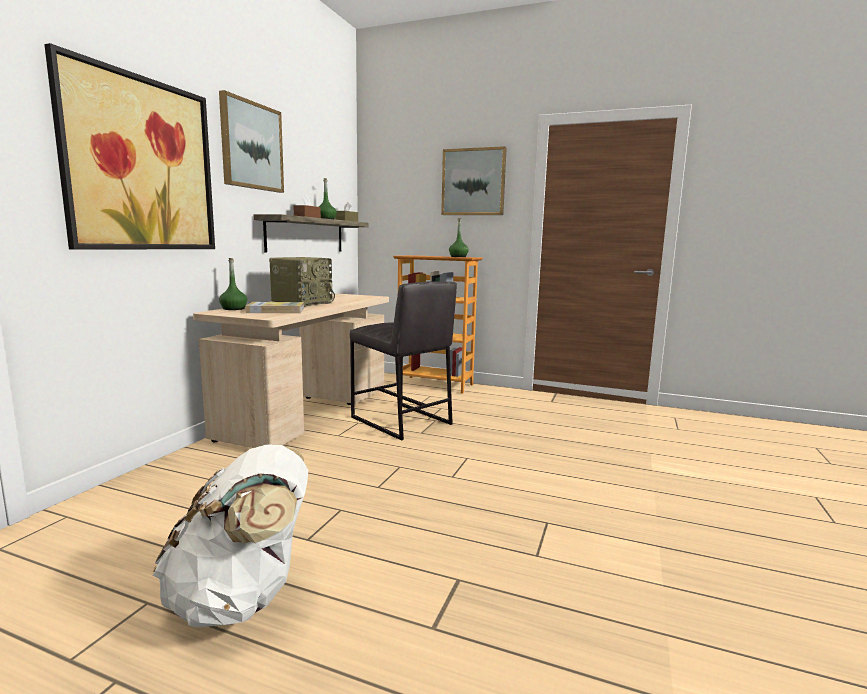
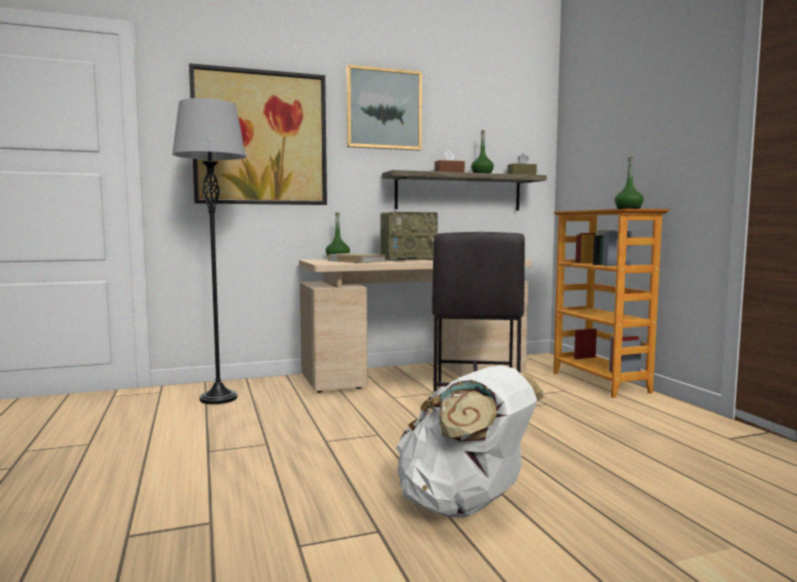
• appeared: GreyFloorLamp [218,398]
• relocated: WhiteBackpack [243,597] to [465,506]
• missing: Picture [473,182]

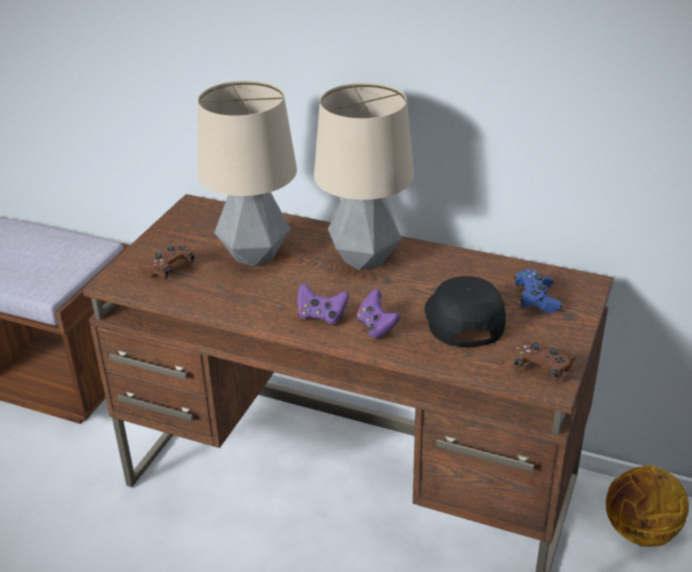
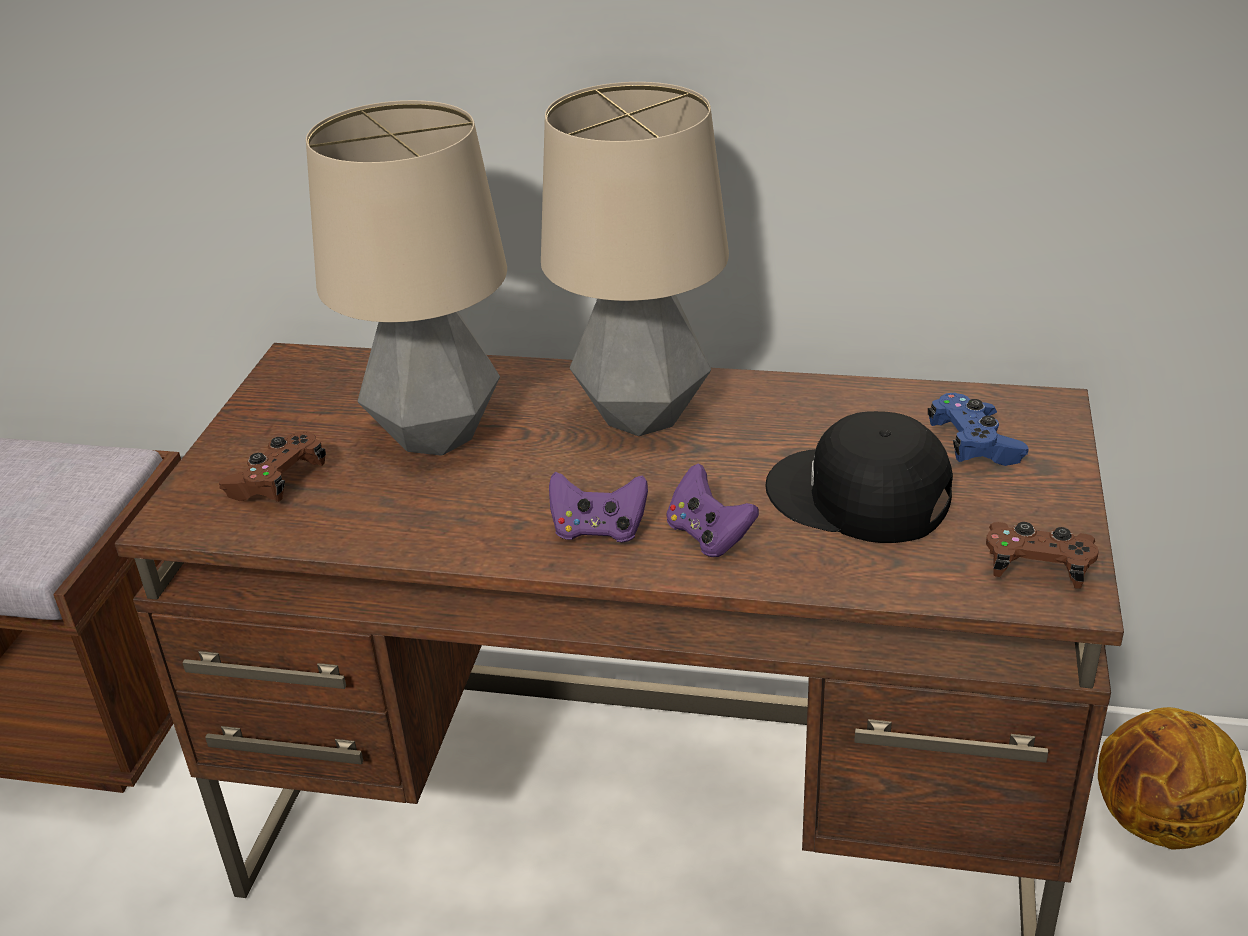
• spun: BlackCap [462,318] = [858,497] 45 degrees counterclockwise

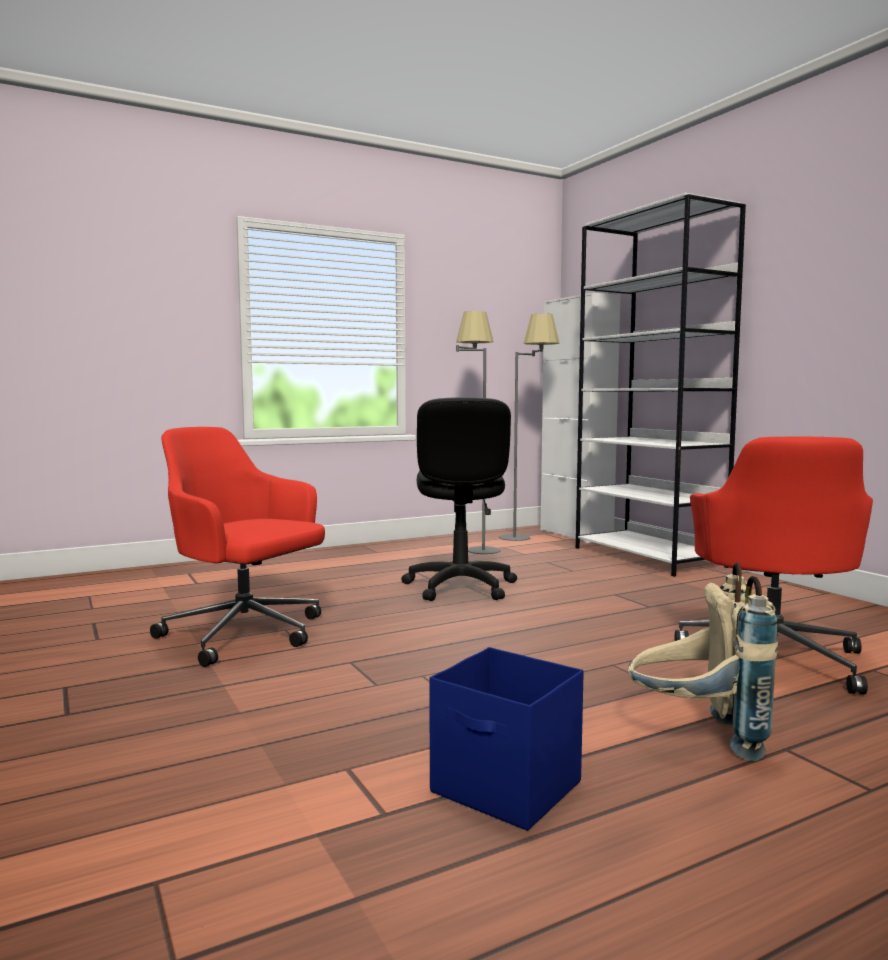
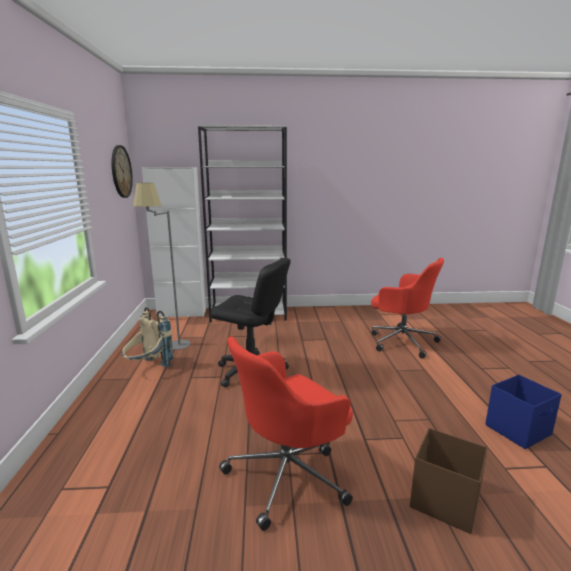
• appeared: WallClock [121,172]
• relocated: BeigeBackpack [696,737] to [148,368]
• appeared: BrownStorageBox [443,500]
• missing: GreyFloorLamp [528,539]

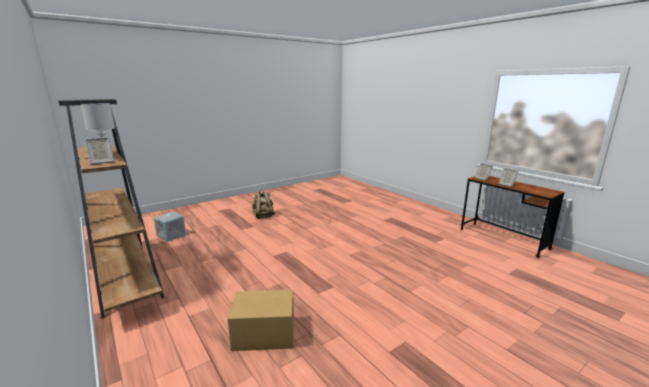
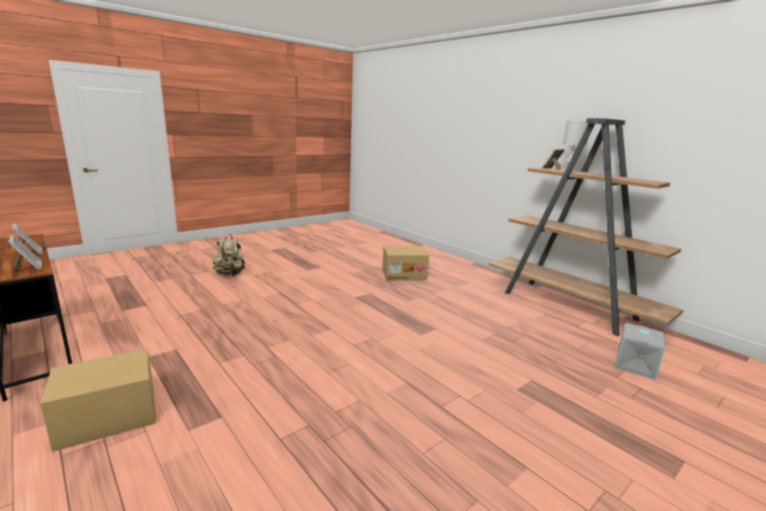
• appeared: CardboardBox [107,418]
• relocated: BeigeBackpack [263,216] to [230,274]

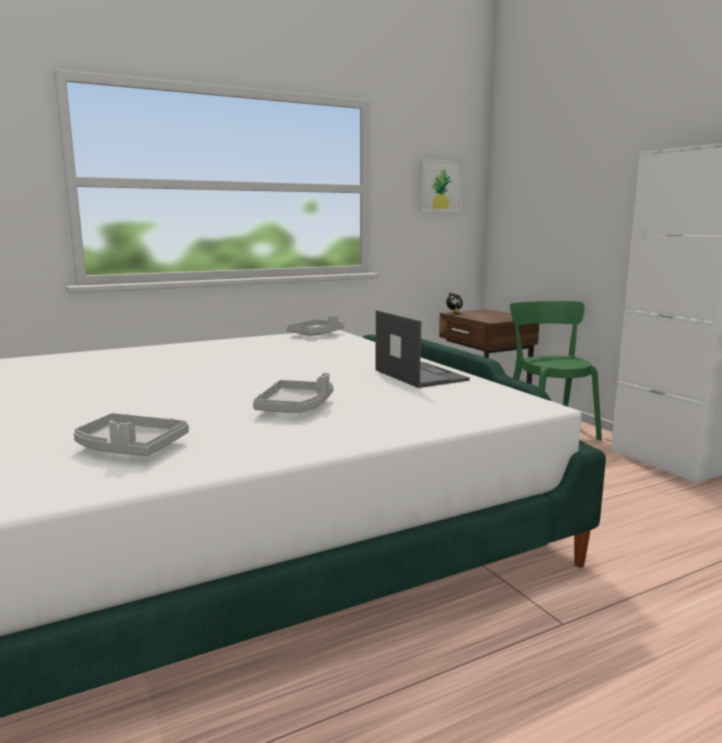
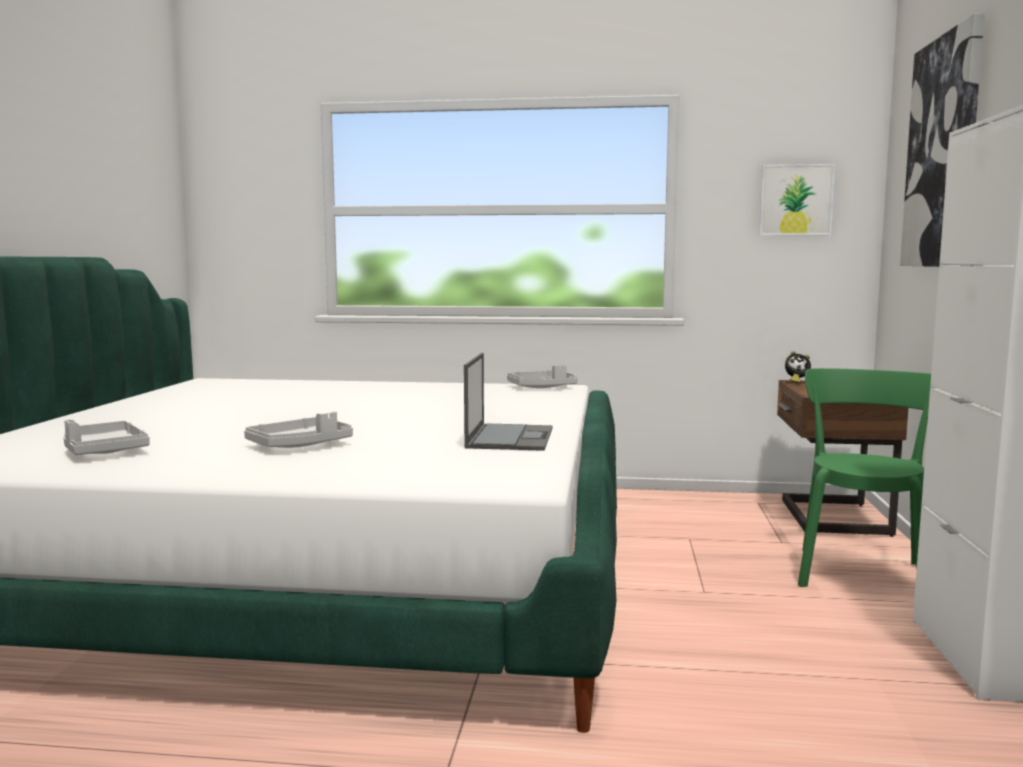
• appeared: Picture [943,153]

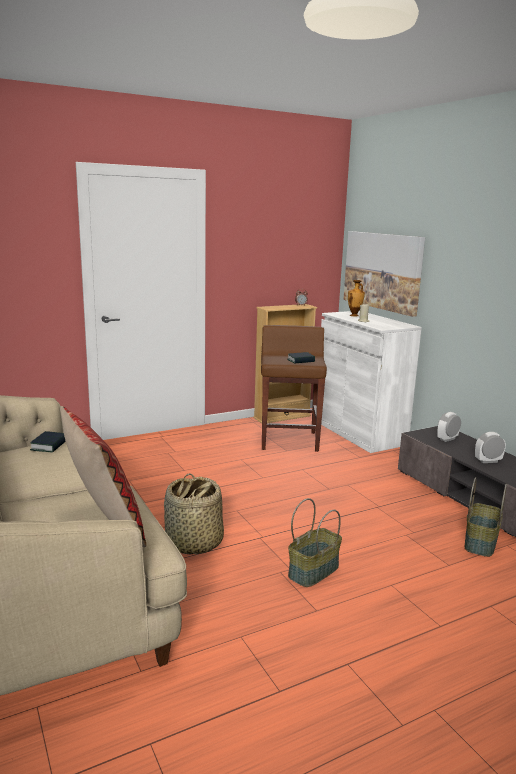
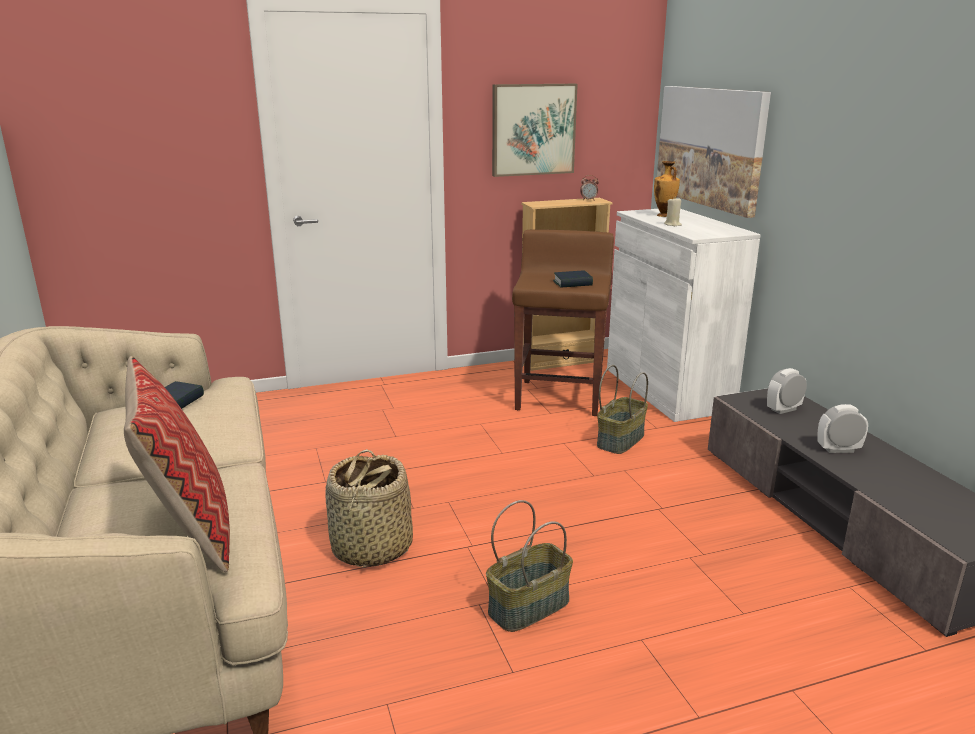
• appeared: Picture [533,129]
• relocated: Basket [479,542] to [620,440]

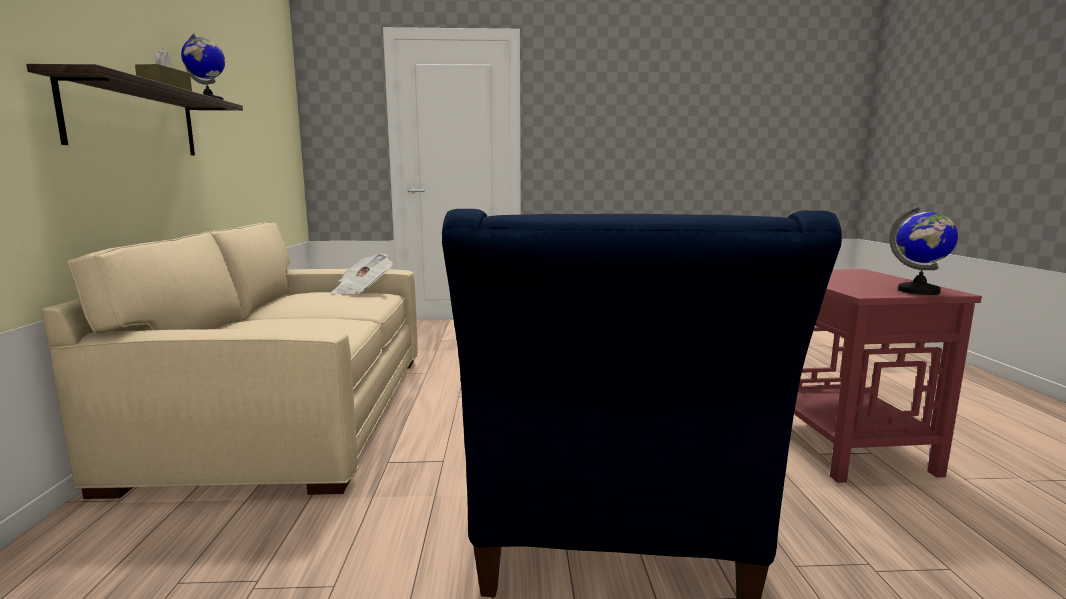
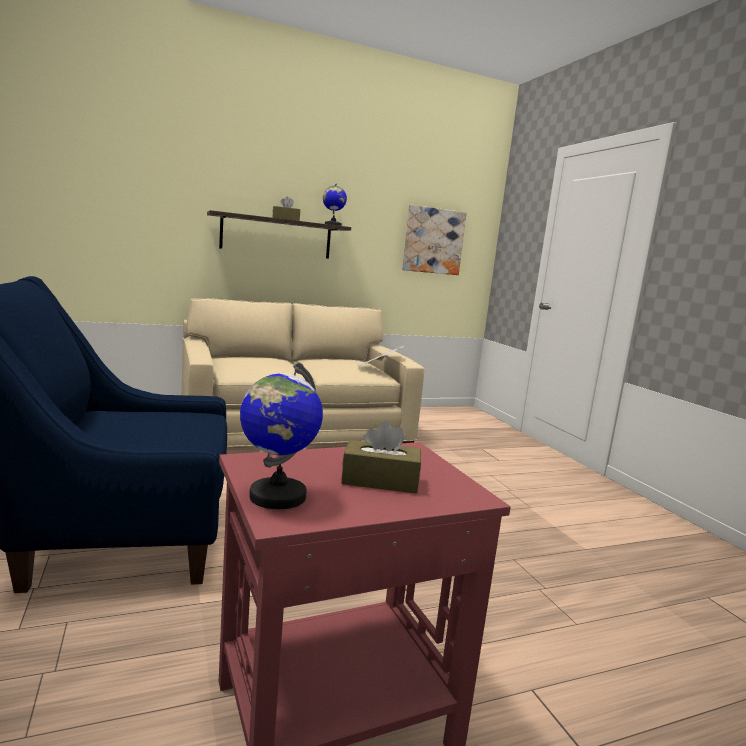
• appeared: BrownTissueBox [380,481]
• appeared: Picture [433,241]

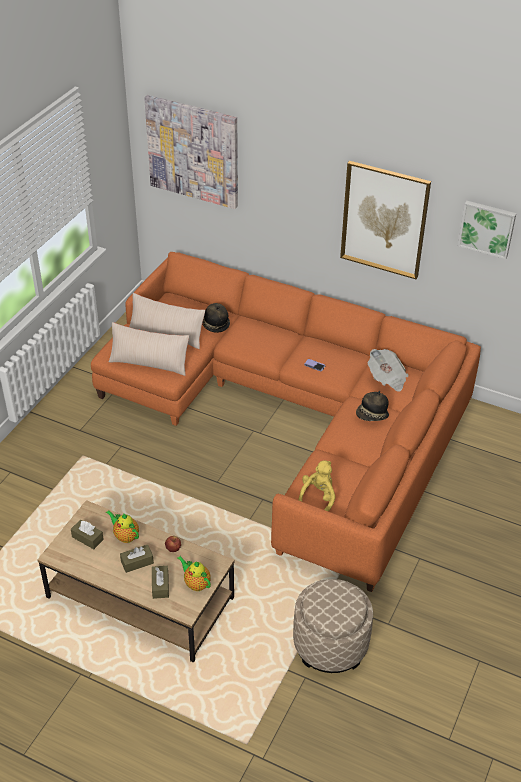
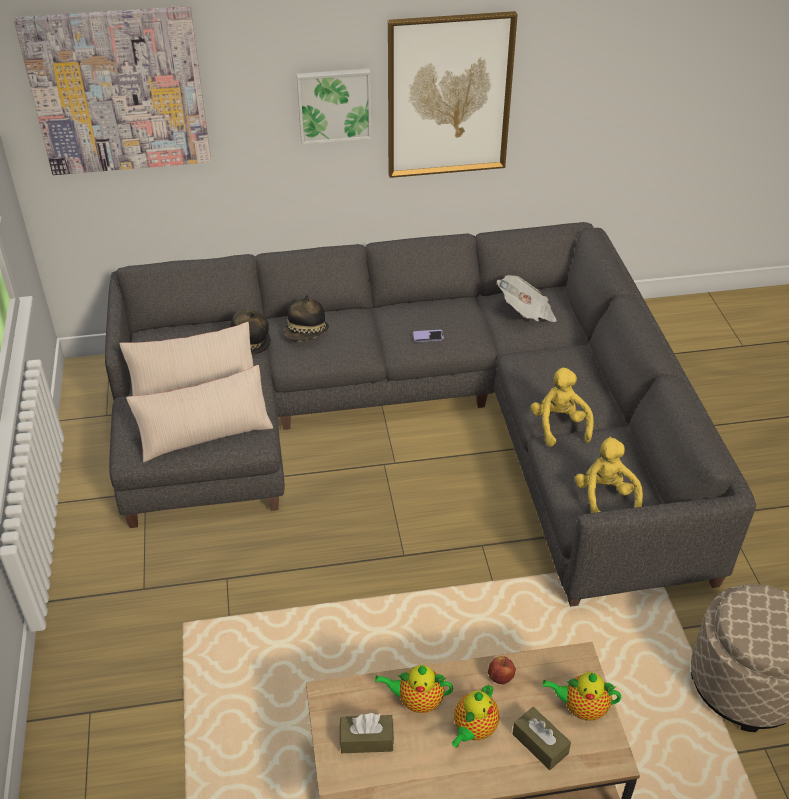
• colour: OrangeSofa [295,416] to GreySofa [417,420]
• relocated: Hat [372,416] to [306,334]
• relocated: Picture [487,228] to [334,105]
• exchanged: BrownTissueBox [137,562] to Teapot [473,730]
• appeared: YellowPlushToy [559,425]

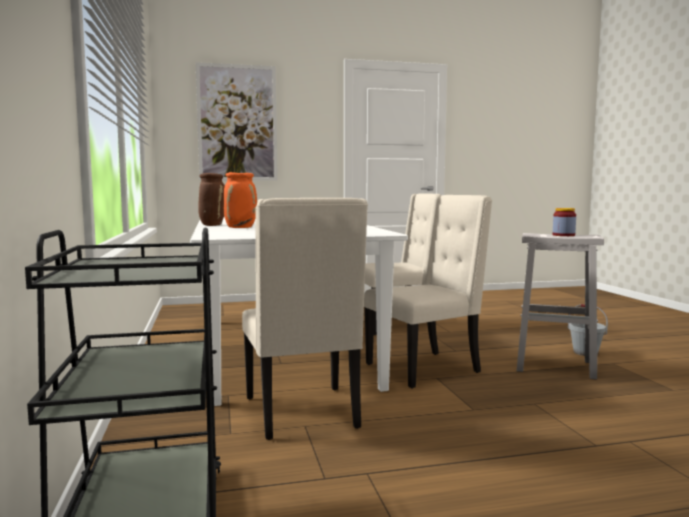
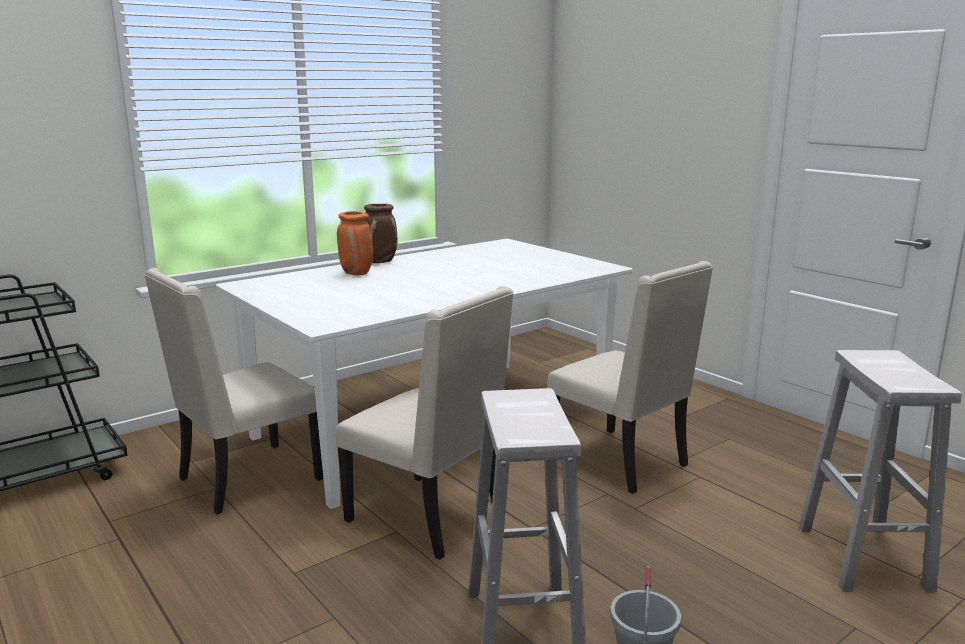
• appeared: WhiteStool [864,559]
• missing: Picture [237,123]
• missing: Jar [563,235]

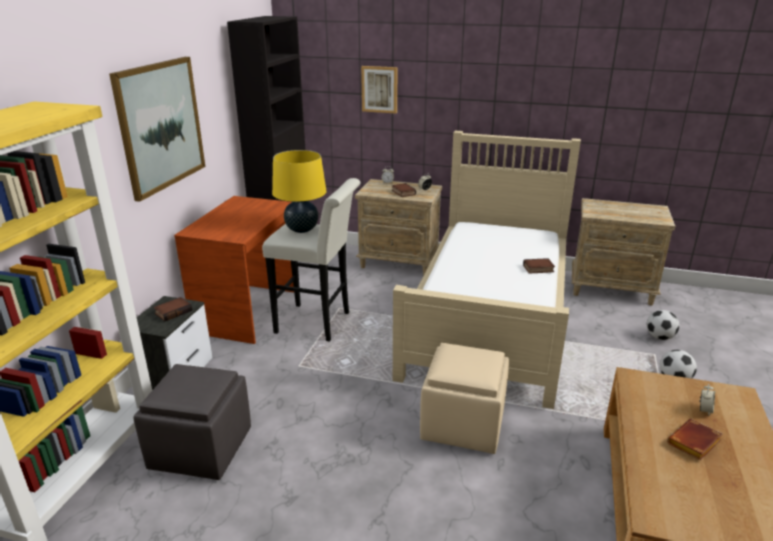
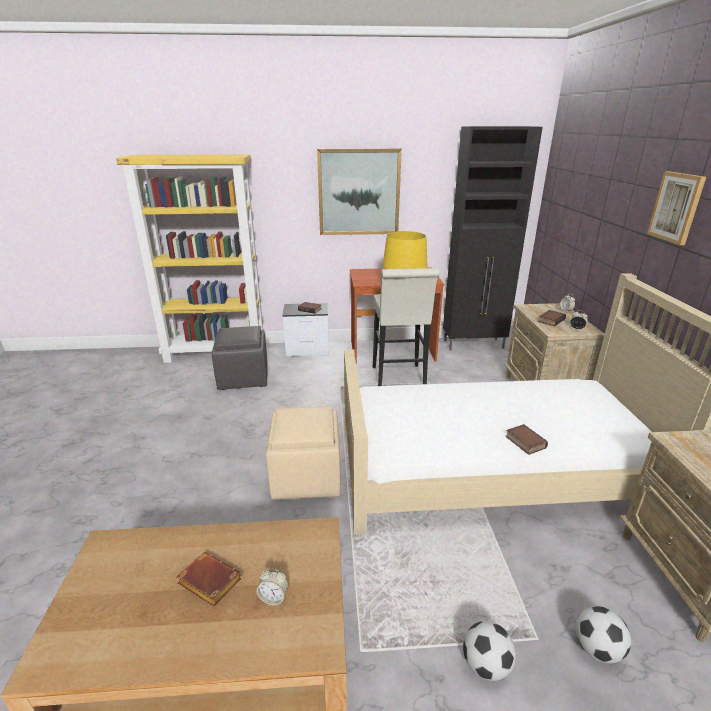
• relocated: Picture [379,89] to [676,207]

